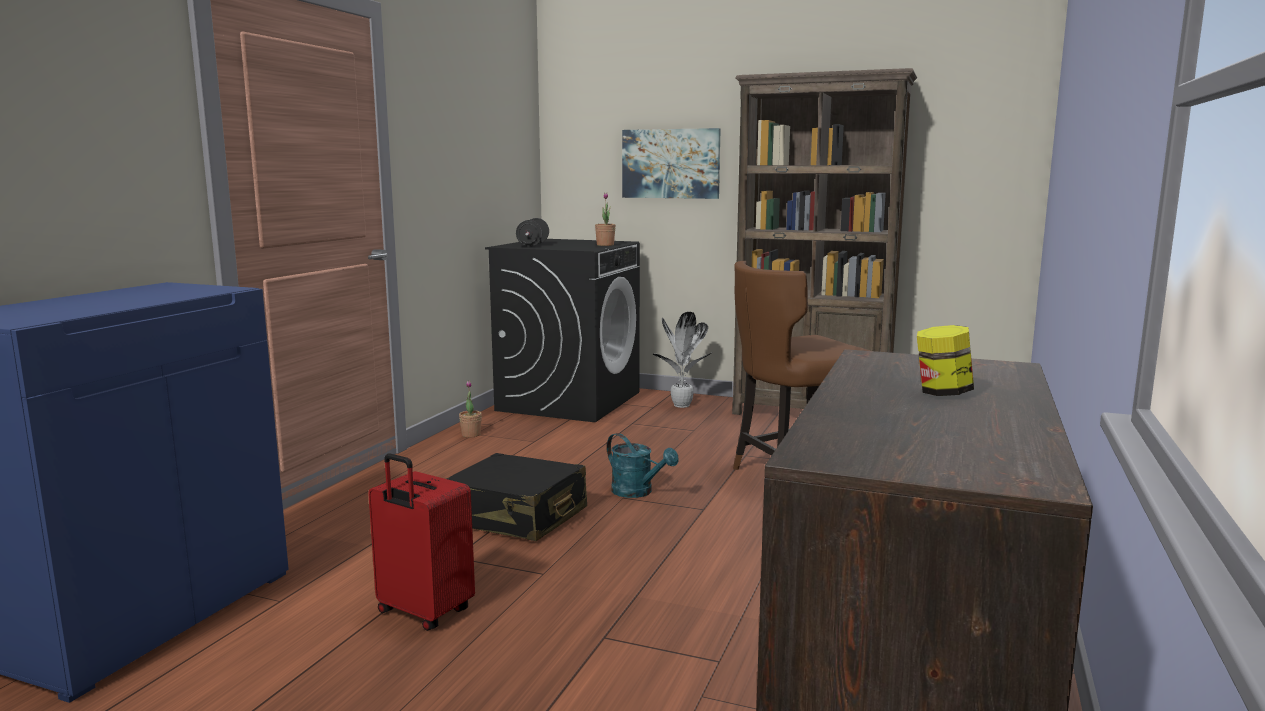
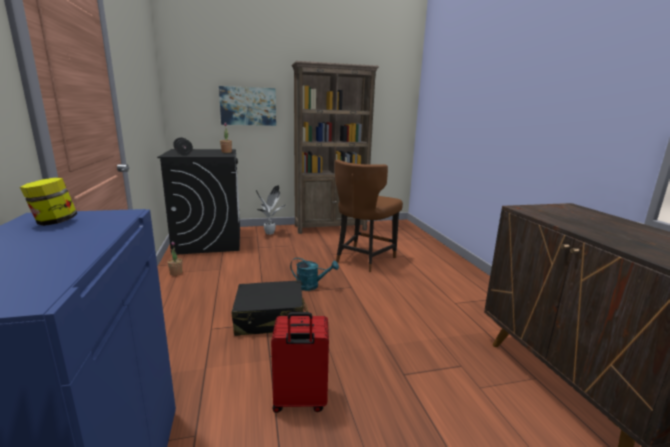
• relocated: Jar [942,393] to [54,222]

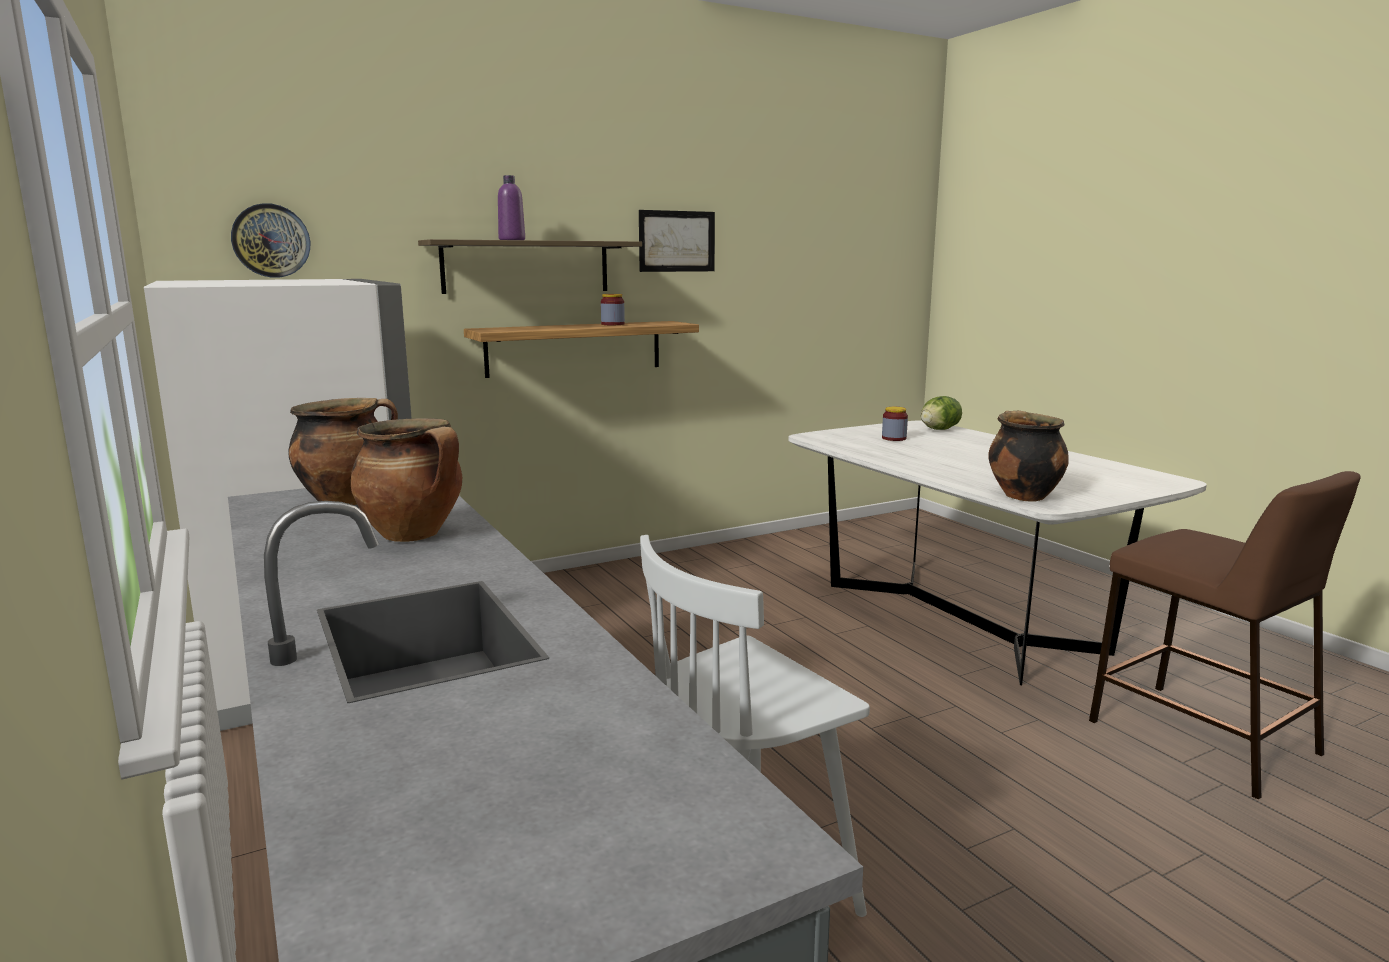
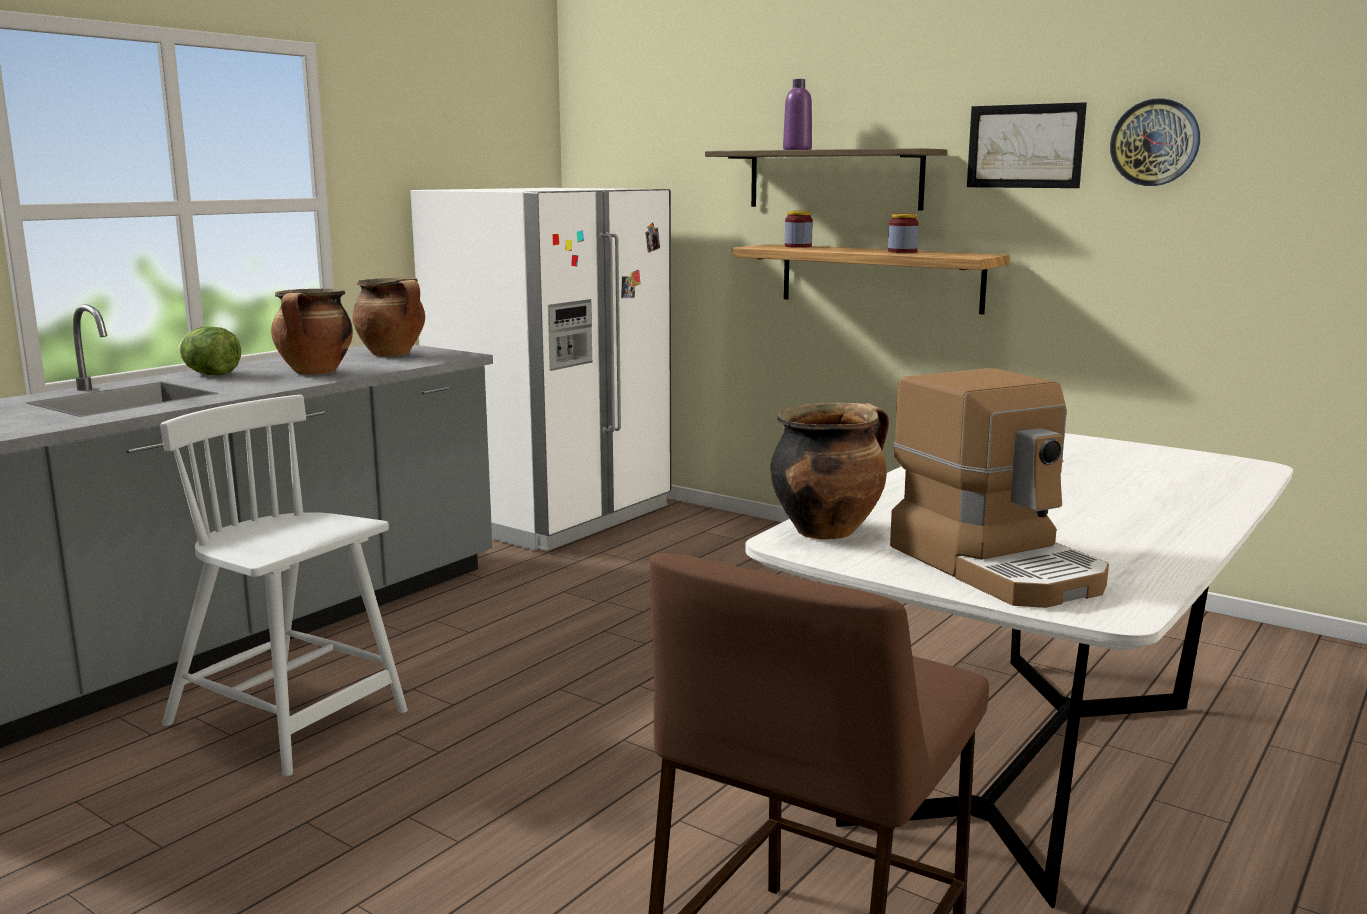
• relocated: Lettuce [939,430] to [211,374]
• relocated: Jar [894,438] to [798,246]
• appeared: CoffeeMachine [998,566]
• relocated: WallClock [271,240] to [1155,142]

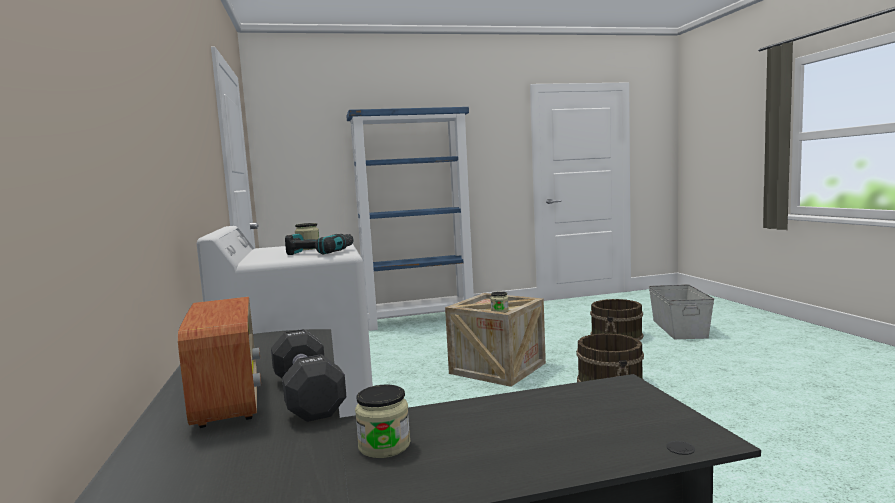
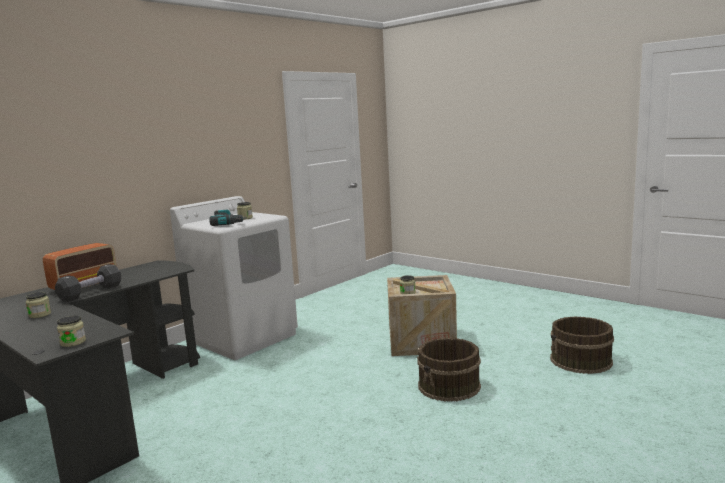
• appeared: Jar [73,342]
• missing: BlueBookcase [420,320]
• missing: GreyStorageBox [679,328]

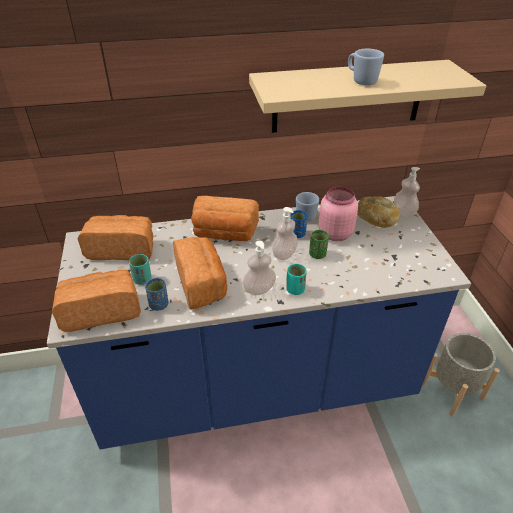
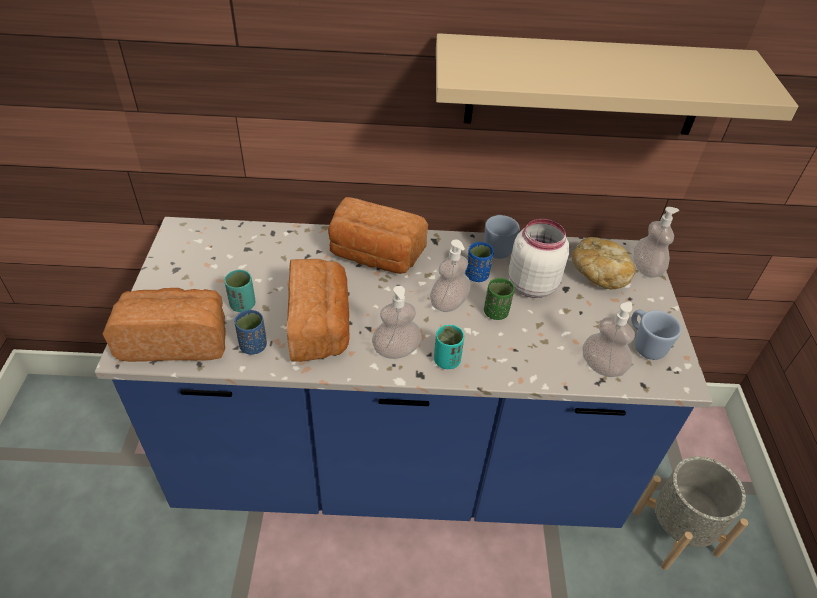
• colour: PinkJar [334,233] to WhiteJar [530,284]
• appeared: SoapDispenser [602,366]
• relocated: BlueMug [361,81] to [644,345]
• missing: Bread [122,249]

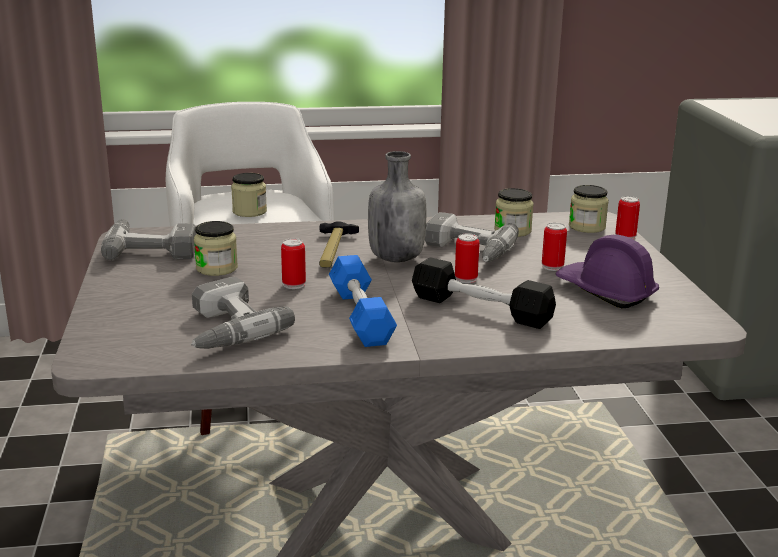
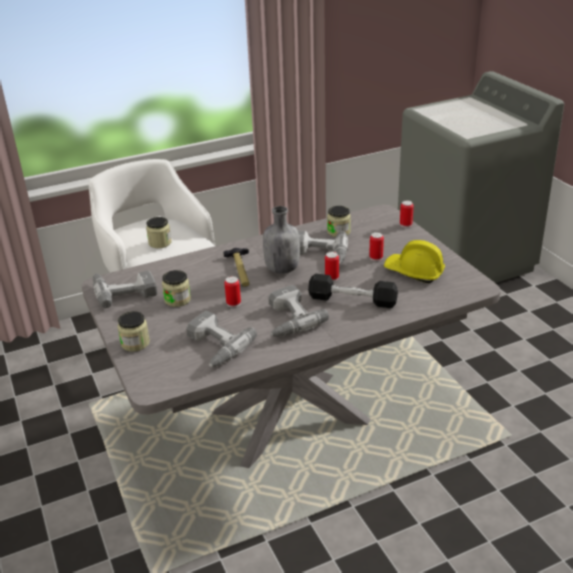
• relocated: Jar [587,227] to [135,343]
• exchanged: BlueDumbbell [360,315] to PowerDrill [287,319]
• colour: PurpleHardHat [605,292] to YellowHardHat [414,272]

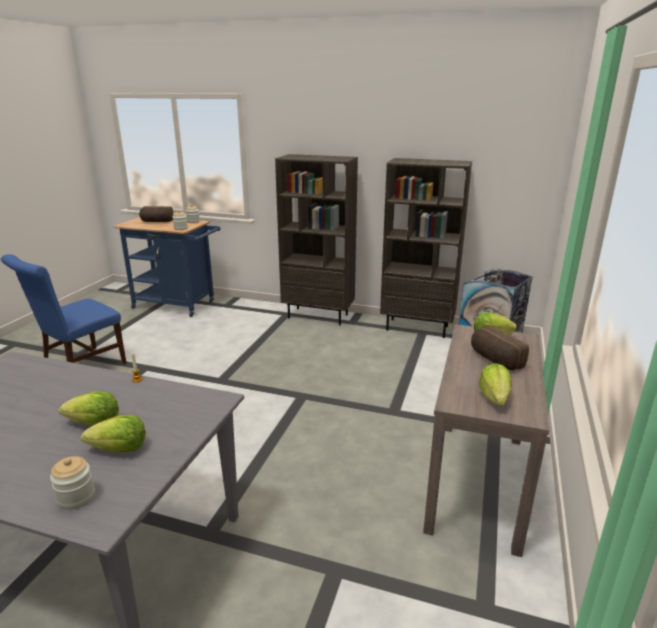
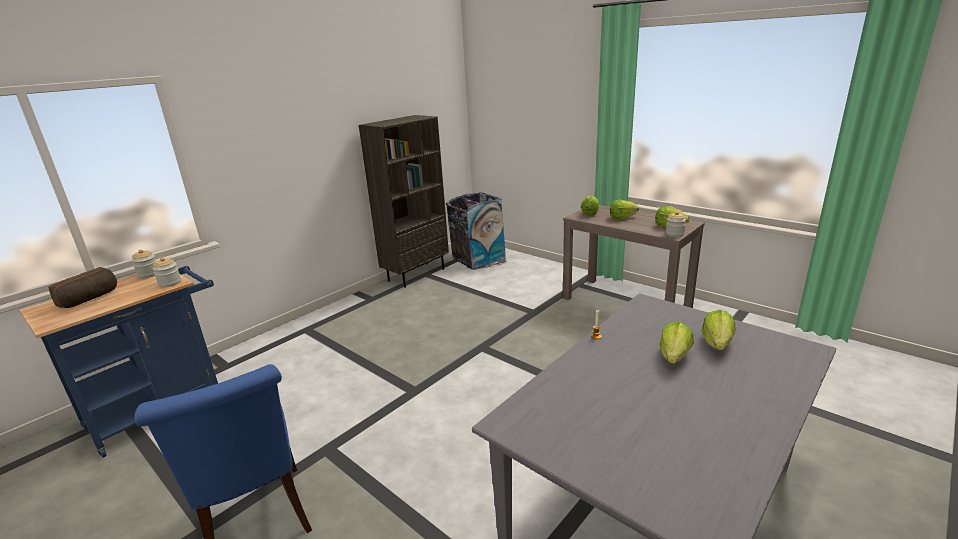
• exchanged: Bread [494,360] to Lettuce [622,218]
• relocated: Jar [76,497] to [674,234]
• missing: BrownBookcase [318,316]

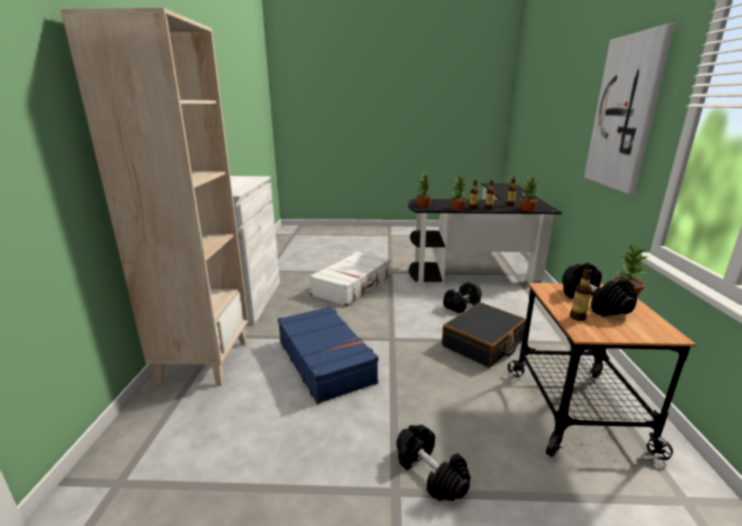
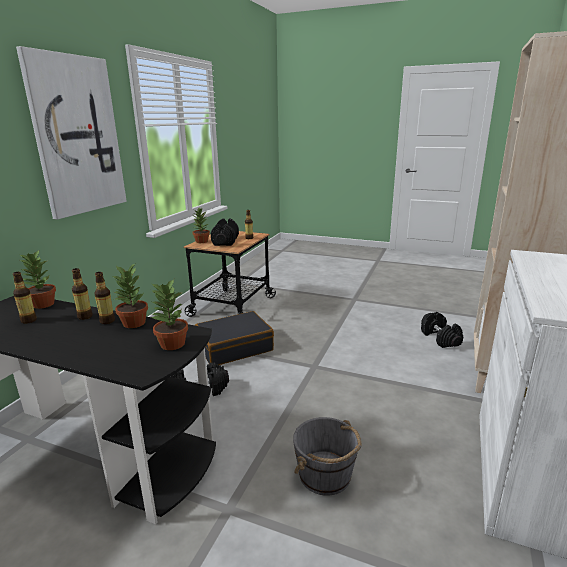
• exchanged: WhiteSuitcase [353,286] to GreyBucket [325,475]
• relocated: BlackDumbbell [429,473] to [440,338]
• missing: BlueSuitcase [326,361]

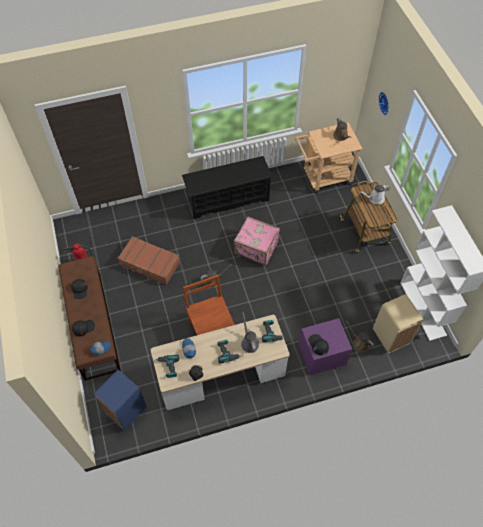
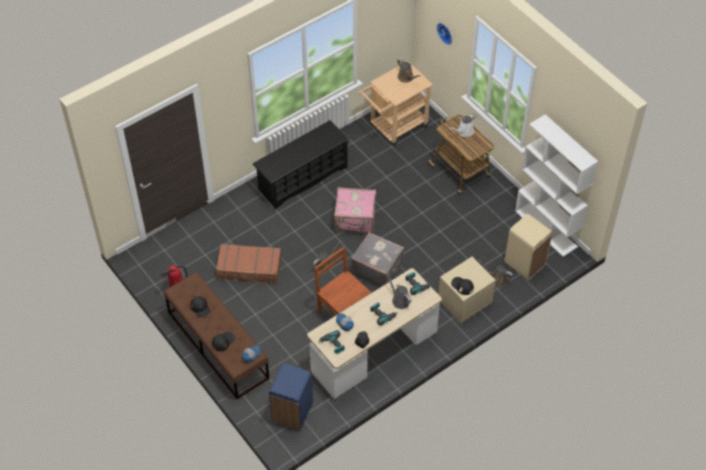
• appeared: GreySuitcase [377,268]
• colour: PurpleNightstand [321,355] to BeigeNightstand [464,302]

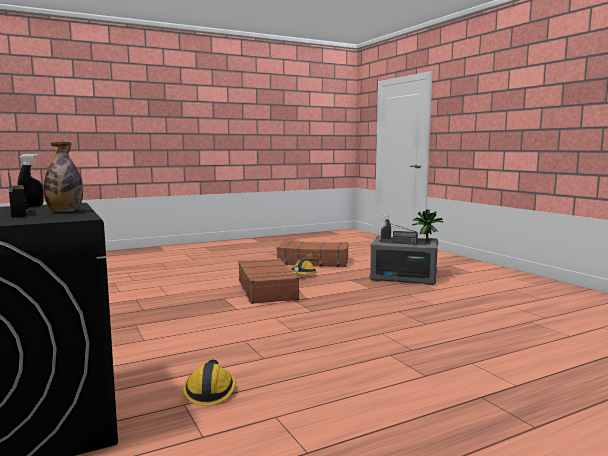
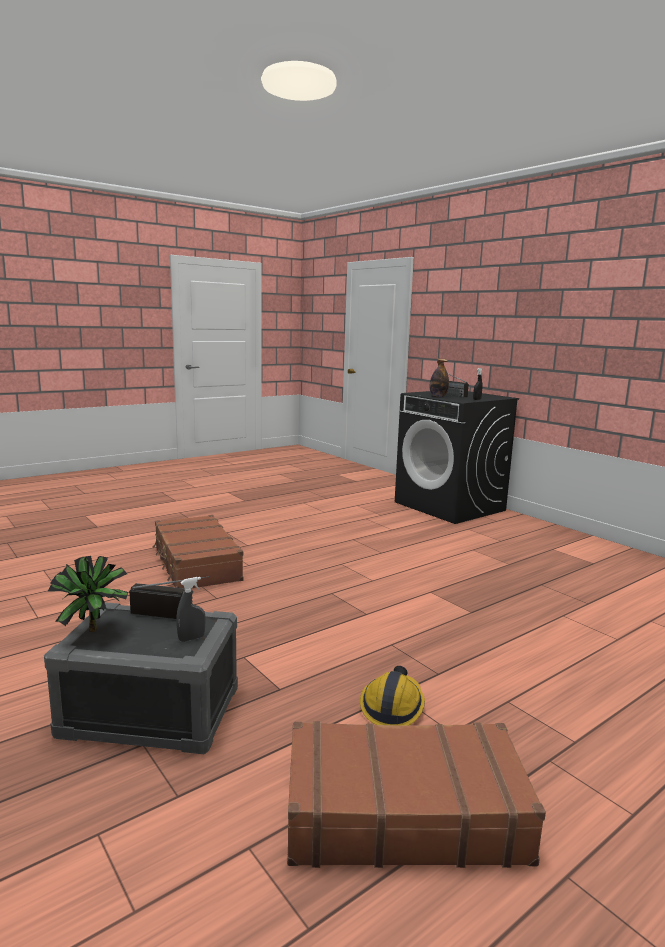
• relocated: BrownSuitcase [267,290] to [196,564]
• missing: HardHat [210,391]

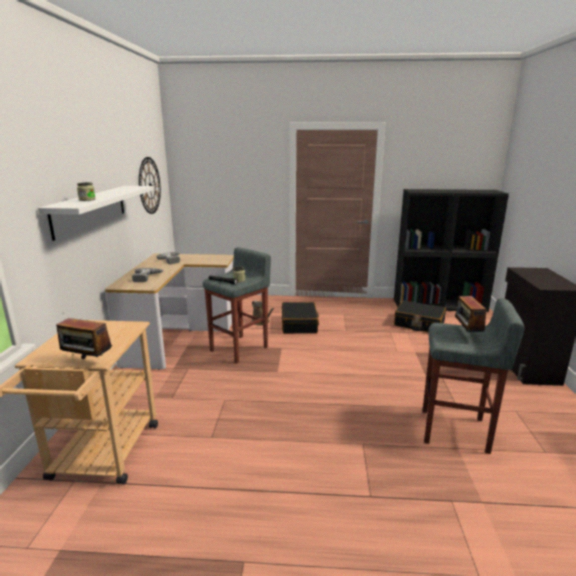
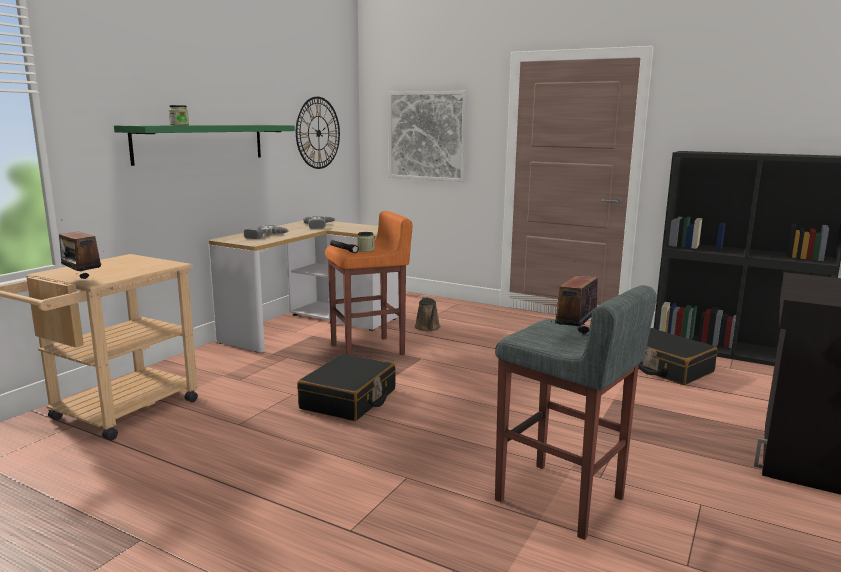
• colour: WhiteShelf [91,209] to GreenShelf [201,143]
• relocated: BlackSuitcase [299,324] to [349,400]
• colour: GreyStool [240,349] to OrangeStool [369,350]
• appeared: Picture [427,136]

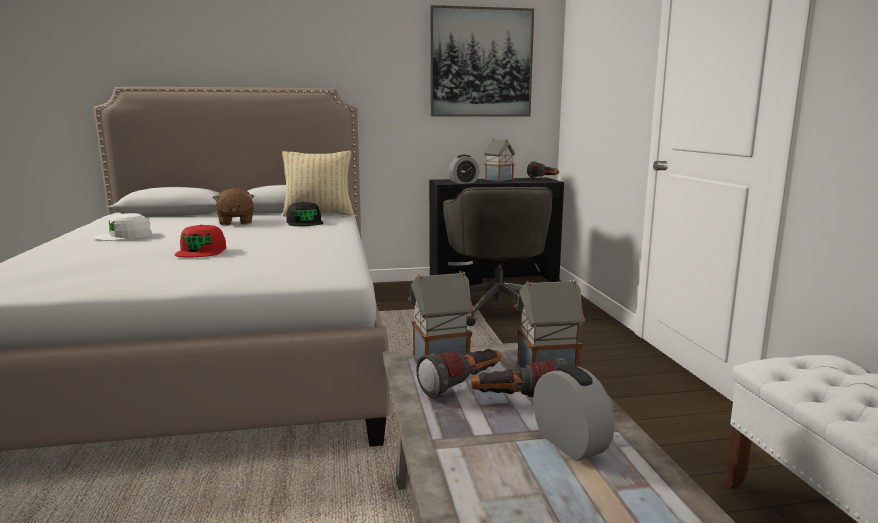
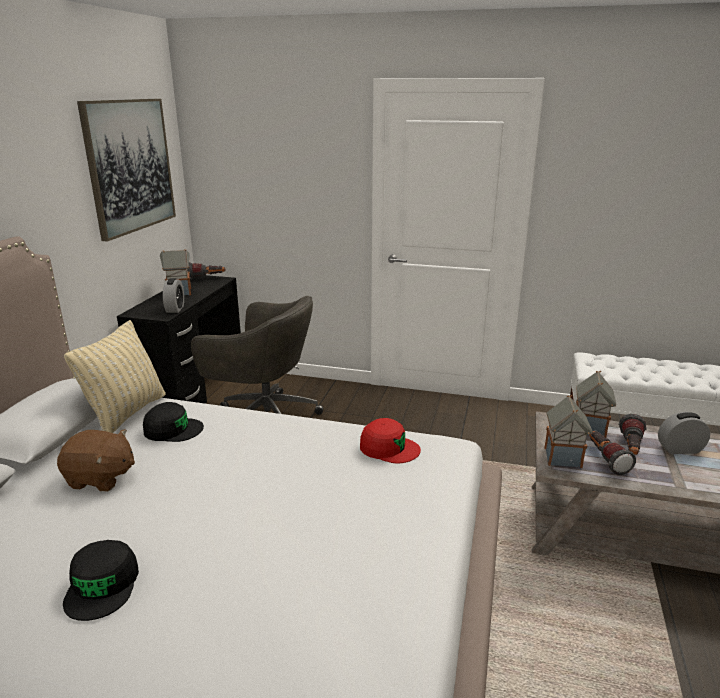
• colour: WhiteCap [125,236] to BlackCap [103,585]
• relocated: RedCap [201,251] to [389,448]

